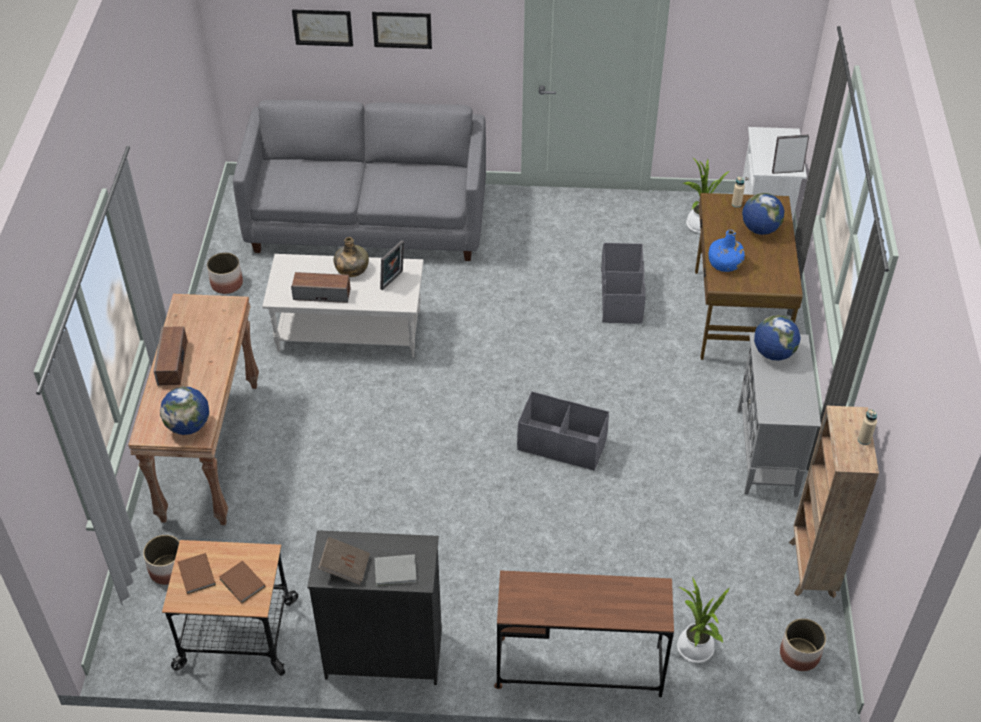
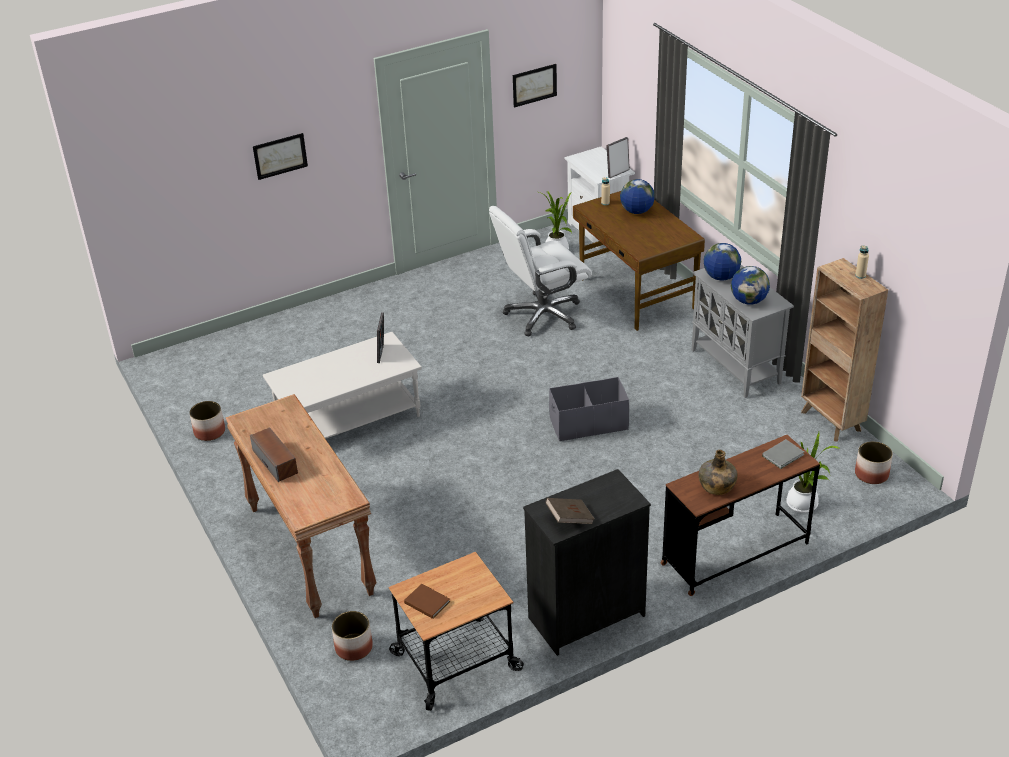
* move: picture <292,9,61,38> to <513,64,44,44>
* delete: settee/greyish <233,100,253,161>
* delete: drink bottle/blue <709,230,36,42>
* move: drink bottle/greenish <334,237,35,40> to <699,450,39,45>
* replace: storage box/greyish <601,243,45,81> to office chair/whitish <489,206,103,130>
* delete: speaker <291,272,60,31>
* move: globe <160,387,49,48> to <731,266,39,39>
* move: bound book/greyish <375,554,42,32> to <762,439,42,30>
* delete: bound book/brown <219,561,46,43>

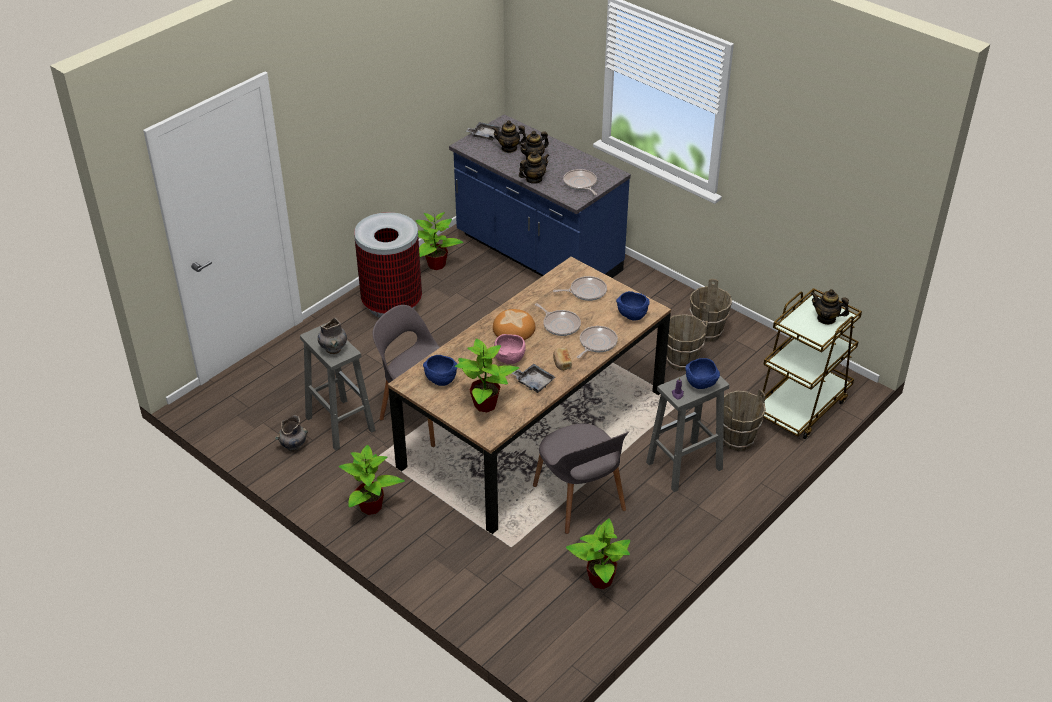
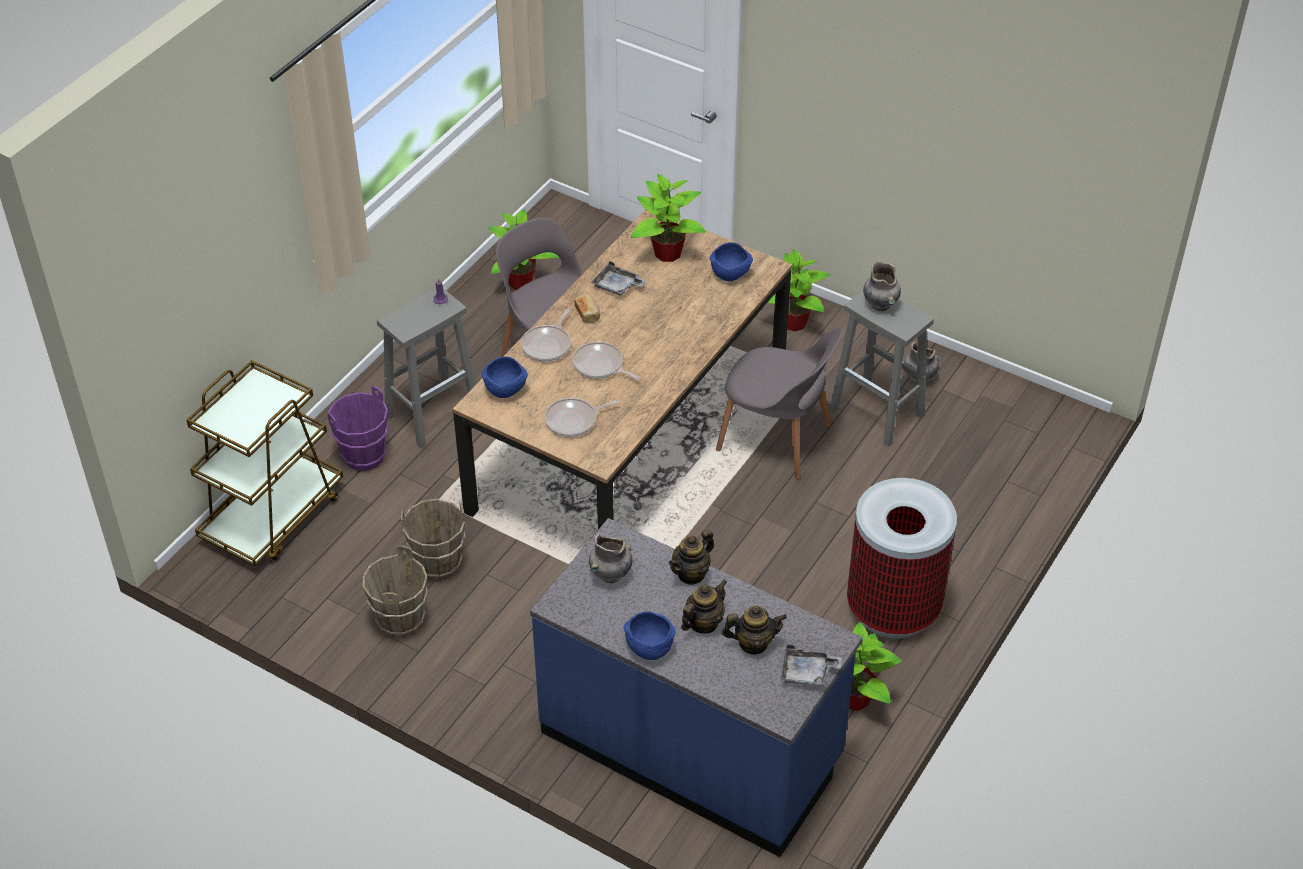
* replace: frying pan <563,169,34,26> to vase/greyish <589,534,44,49>
* delete: tea pot <811,289,38,36>
* delete: bread <493,309,42,31>
* delete: deep dish/pinkish <494,334,32,30>
* move: deep dish/blue <685,358,35,31> to <623,611,53,49>
* recolor: bucket/brown <723,389,43,62> to bucket/purple-coloured <327,386,62,85>

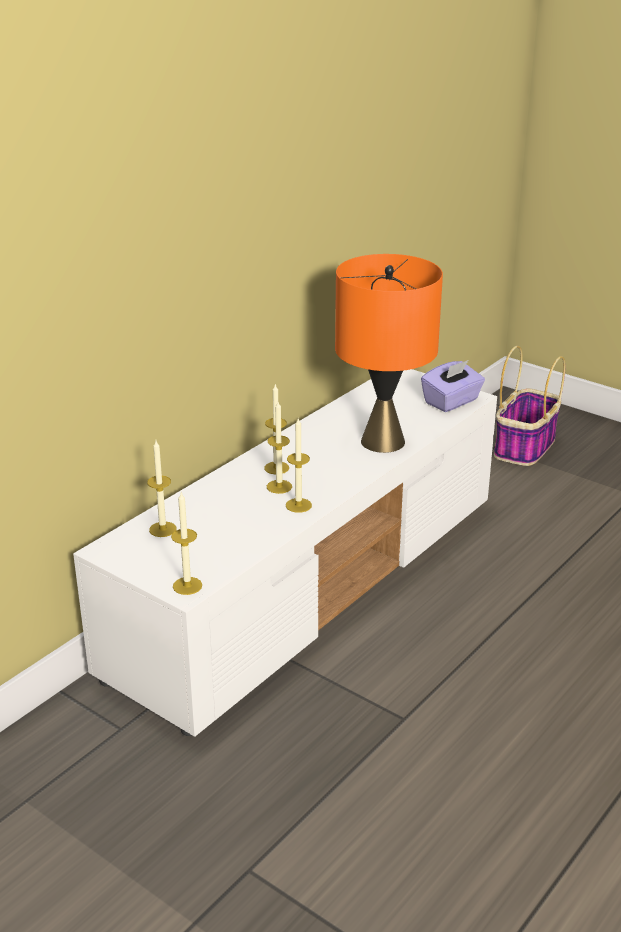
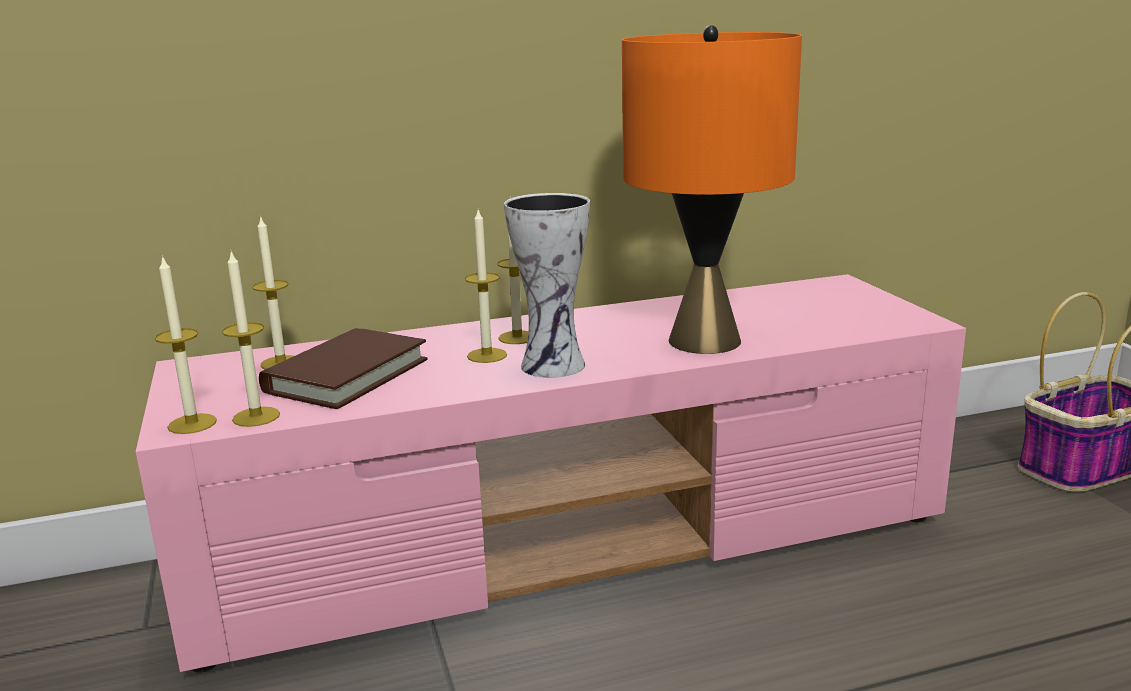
* delete: tissue holder/purple-coloured <421,360,64,52>
* recolor: media console/whitish <73,369,424,368> to media console/pinkish <136,274,830,399>
* move: candle <286,419,26,94> to <222,251,58,176>
* insert: vase <504,193,86,185>
* insert: bound book/brown <259,328,168,81>

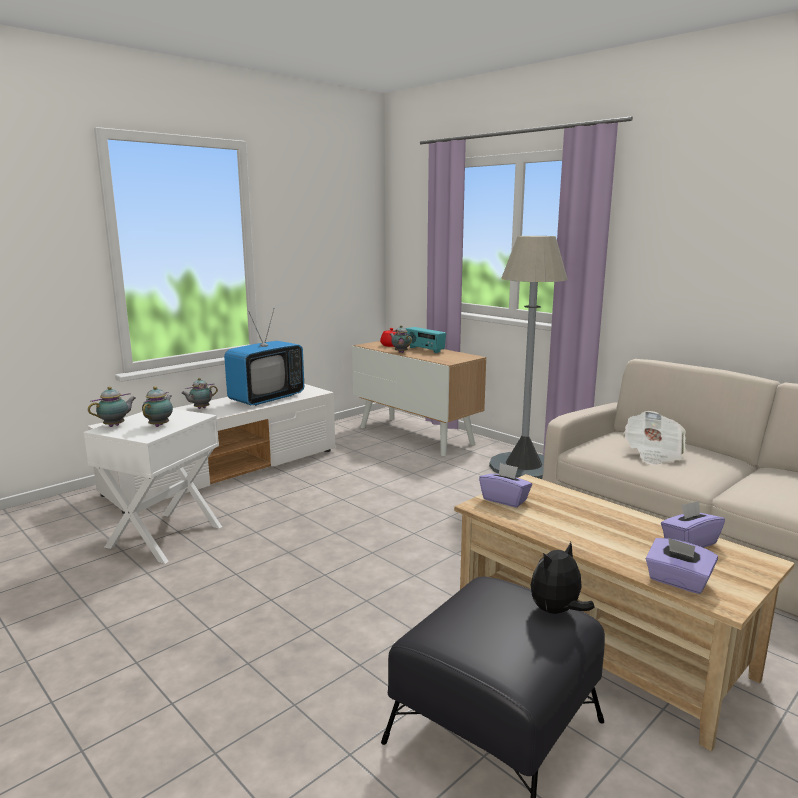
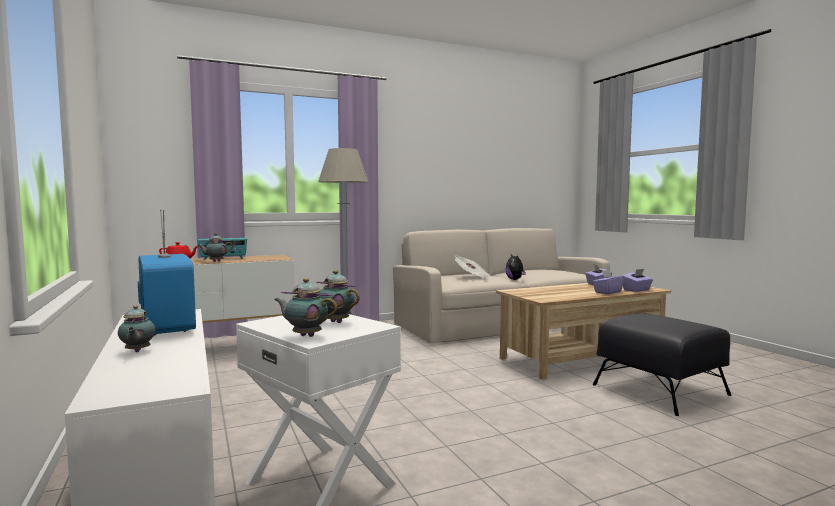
* rotate: tea pot <88,386,48,41> = <274,278,63,59> 45 degrees counterclockwise
* move: tissue holder/purple-coloured <479,463,53,45> to <592,270,32,24>
* move: soft toy <530,542,65,72> to <505,254,21,26>

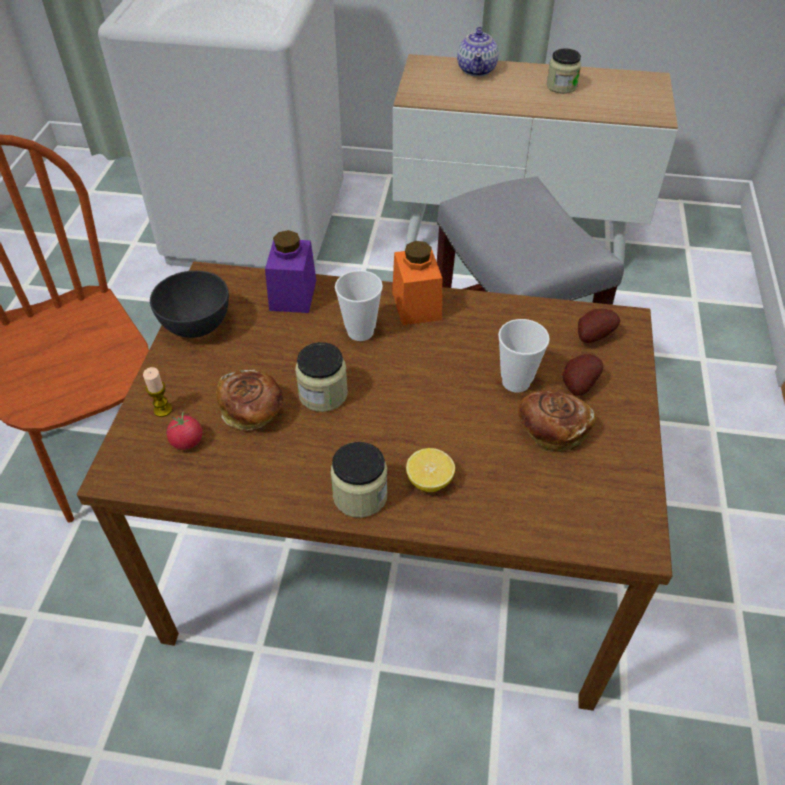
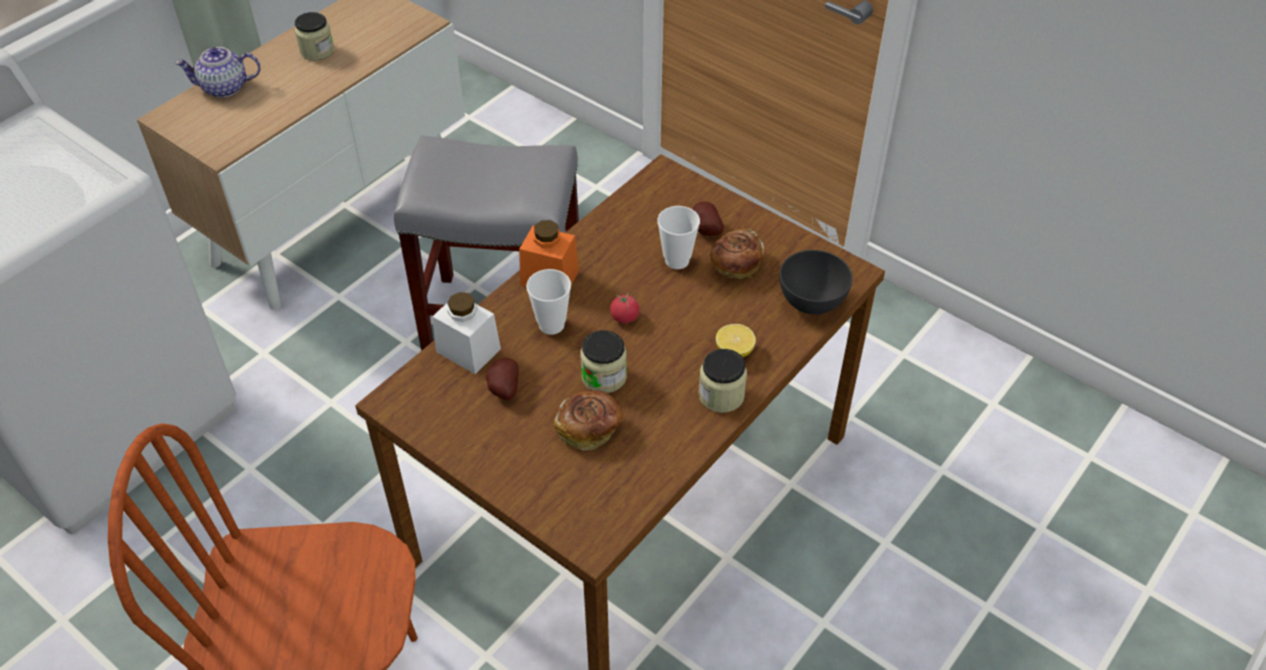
* rotate: tea pot <457,27,42,49> = <175,47,86,51> 135 degrees clockwise
* recolor: storage jar/purple-coloured <265,230,51,83> to storage jar/whitish <432,292,69,82>
* move: deep dish/greyish <150,270,79,68> to <780,250,73,65>
* move: spud <578,309,42,34> to <486,358,33,42>
* delete: candle <143,367,29,50>
* move: whole tomato <167,411,36,39> to <610,293,29,30>

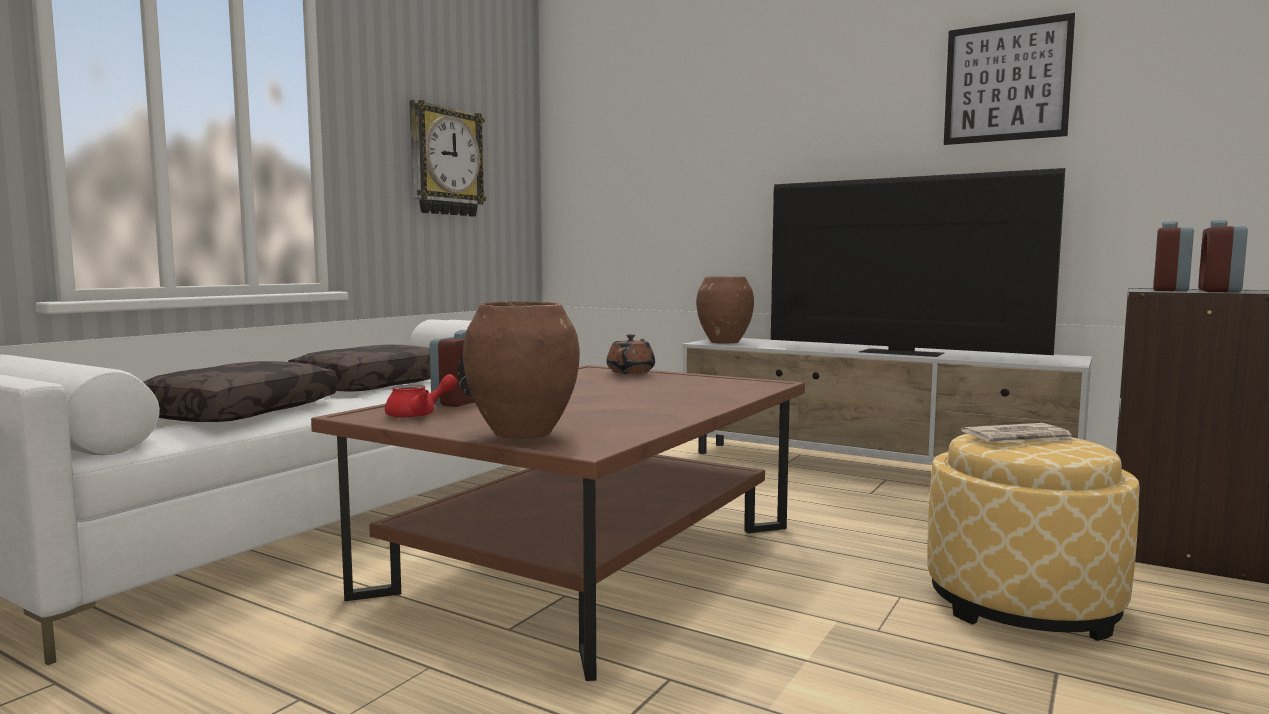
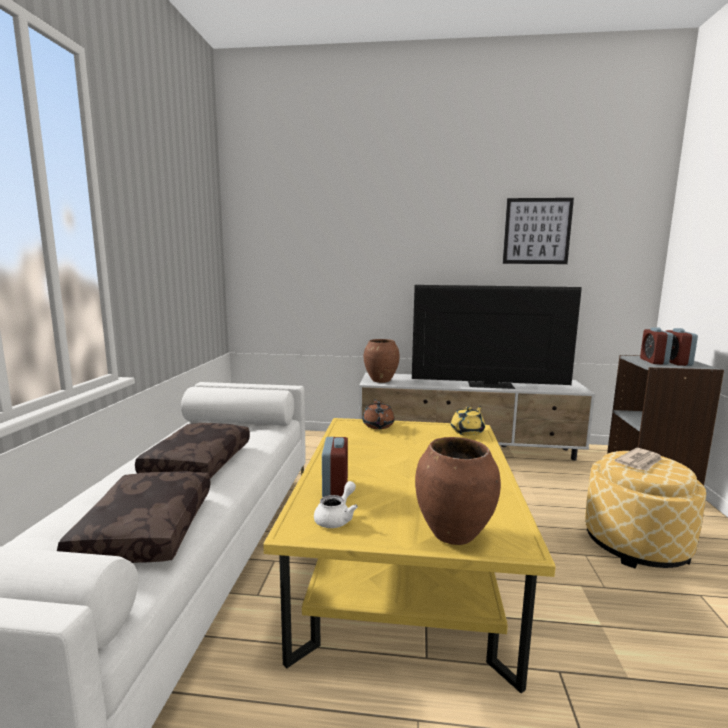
* delete: hanging clock <409,100,77,117>
* recolor: low table/brown <311,365,494,316> to low table/yellow <263,418,293,275>
* recolor: tea pot/reddish <385,374,72,44> to tea pot/whitish <314,481,44,47>
* insert: tea pot/yellow <451,406,34,30>

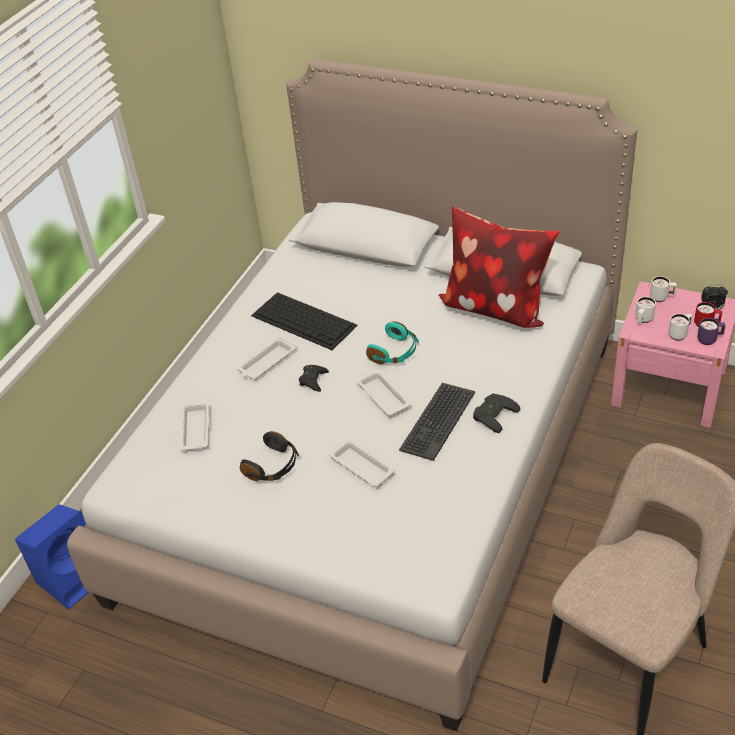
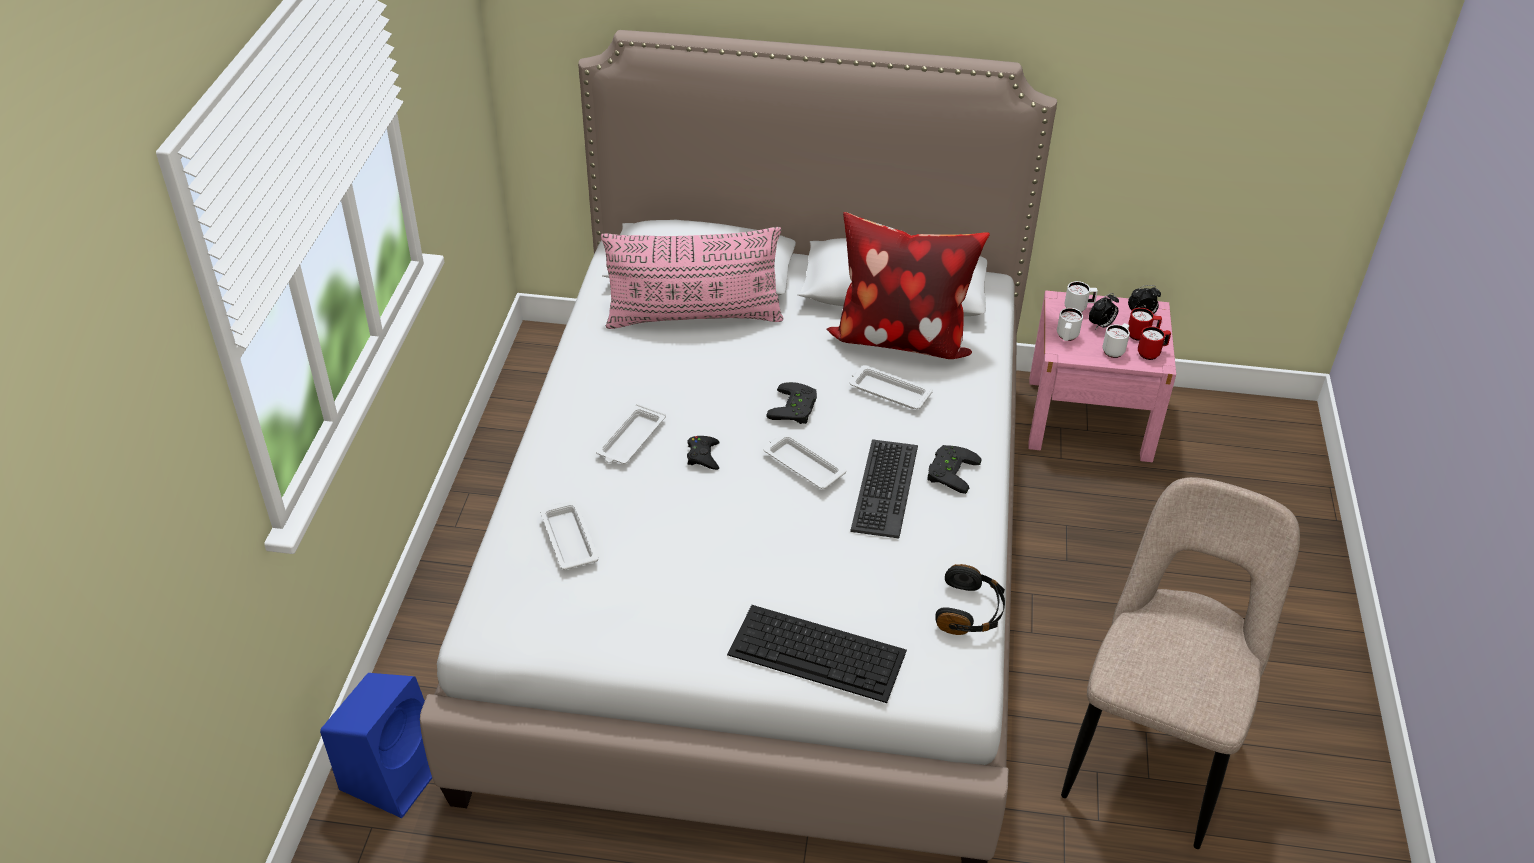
* move: computer keyboard <251,292,107,58> to <727,605,180,98>
* recolor: tea mug/purple-coloured <697,318,29,27> to tea mug/reddish <1138,326,33,34>
* replace: headset/turquoise <366,321,53,43> to gamepad/black-coloured <766,382,51,42>
* move: headset/black-coloured <240,431,59,50> to <935,564,70,71>
* move: serving tray/whitish <329,439,66,48> to <850,365,83,45>
* insert: cushion/pinkish <601,227,182,102>
* insert: table clock <1089,293,30,37>

